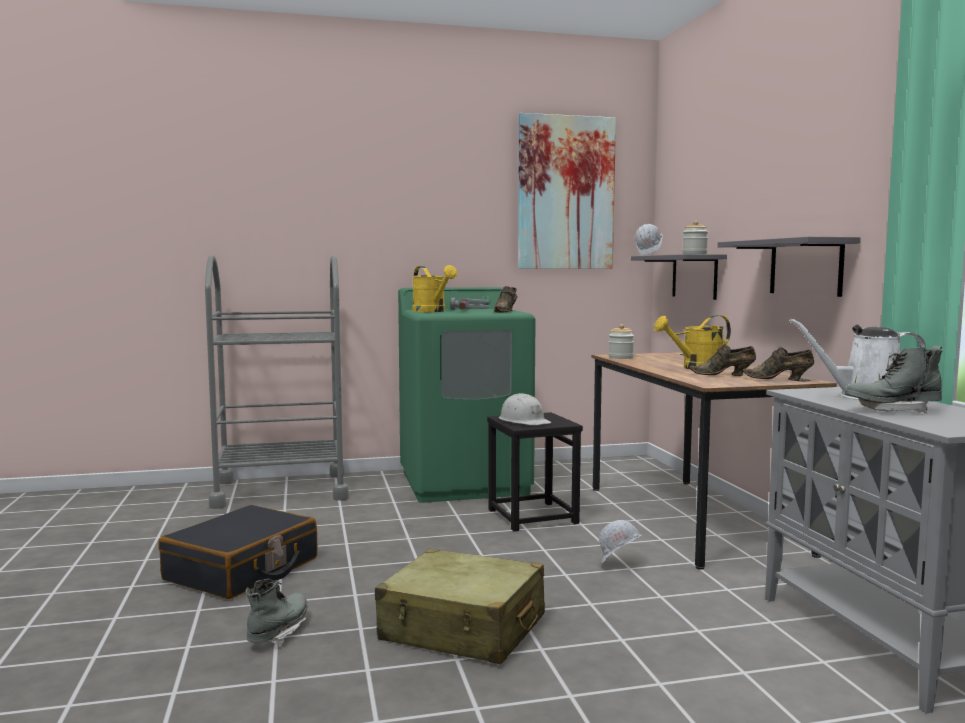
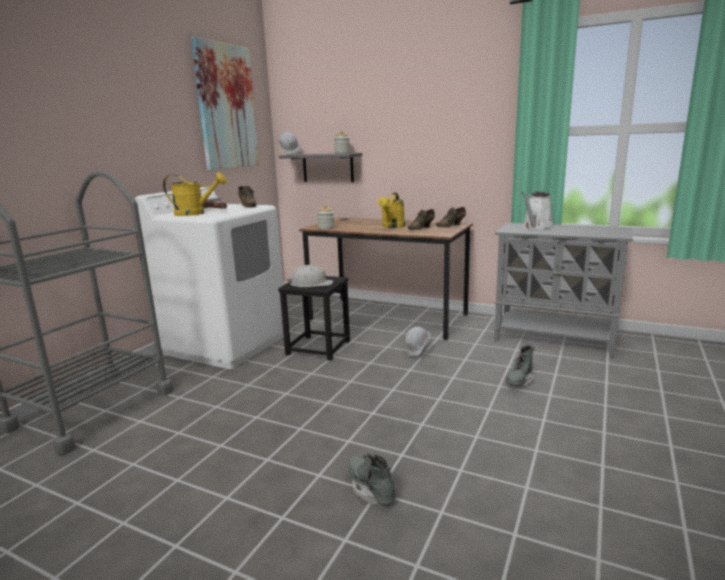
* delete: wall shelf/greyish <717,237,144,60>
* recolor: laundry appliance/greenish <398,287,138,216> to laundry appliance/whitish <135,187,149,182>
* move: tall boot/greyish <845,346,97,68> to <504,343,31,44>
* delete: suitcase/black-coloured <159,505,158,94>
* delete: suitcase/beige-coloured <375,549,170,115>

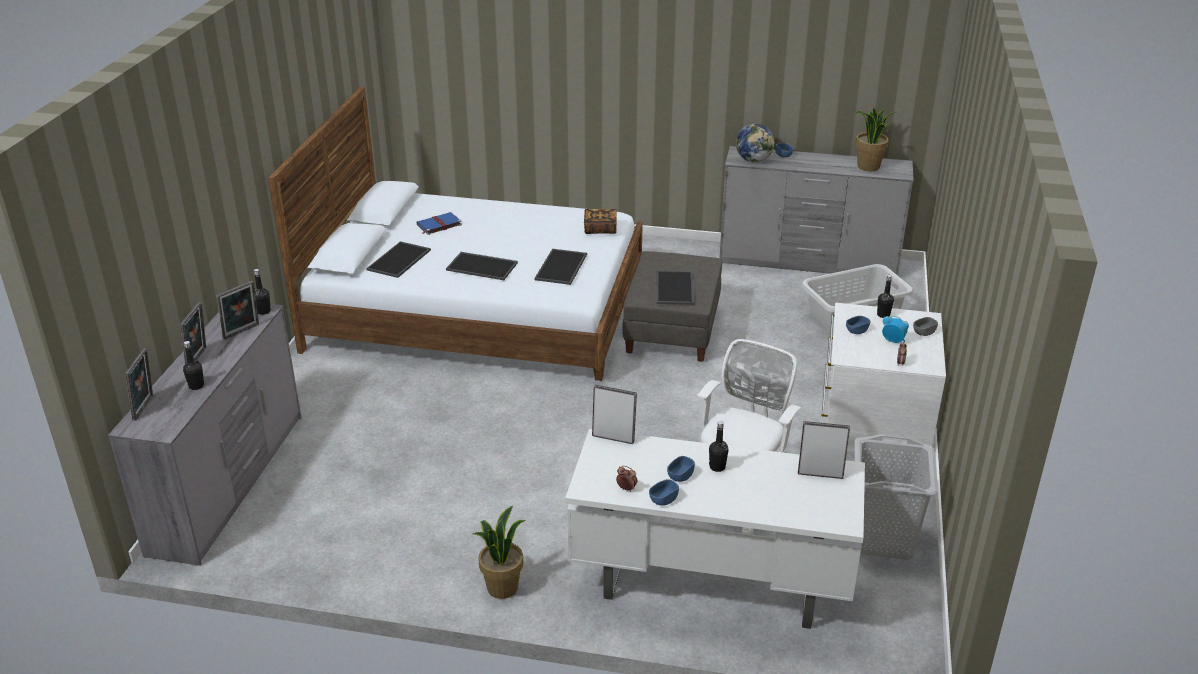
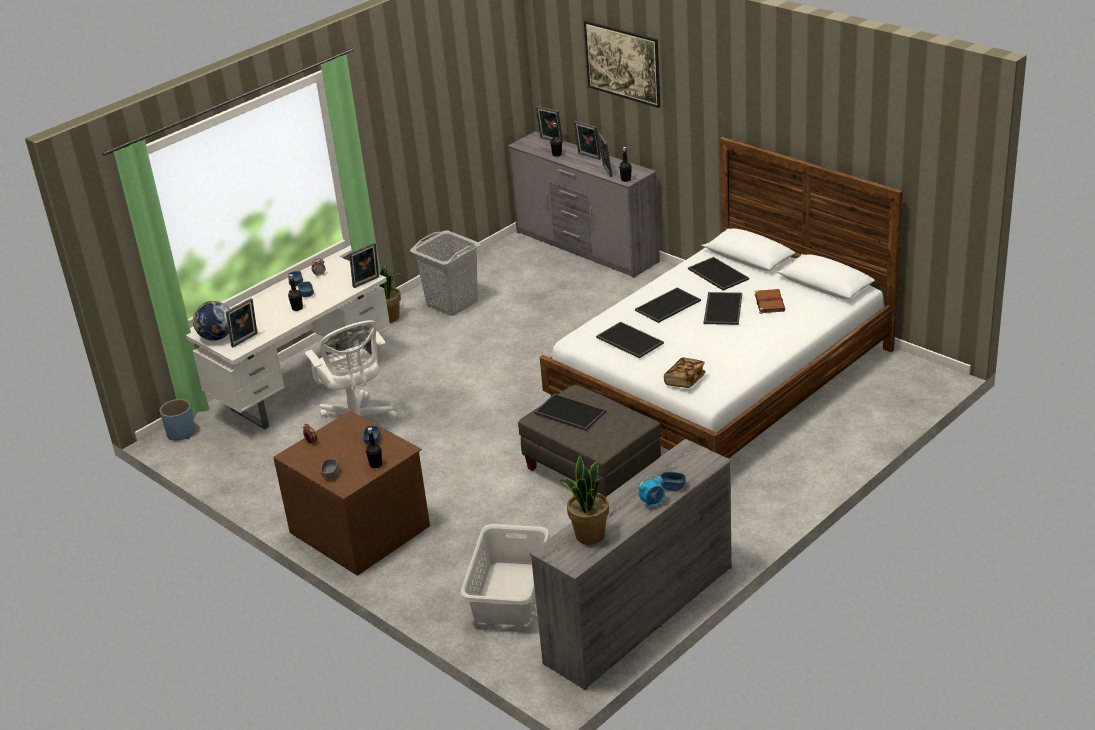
* move: globe <736,123,38,39> to <193,301,37,40>
* recolor: bound book/blue <416,212,46,23> to bound book/brown <754,289,31,25>
* recolor: drawer chest/whitish <821,303,125,155> to drawer chest/brown <273,411,157,165>
* move: table clock <882,316,27,27> to <638,475,27,35>
* move: washing basket/greyish <855,435,83,125> to <410,230,71,86>
* insert: picture <584,21,76,87>
* insert: serving tray <704,292,38,33>
* insert: plant pot/blue <160,399,35,42>

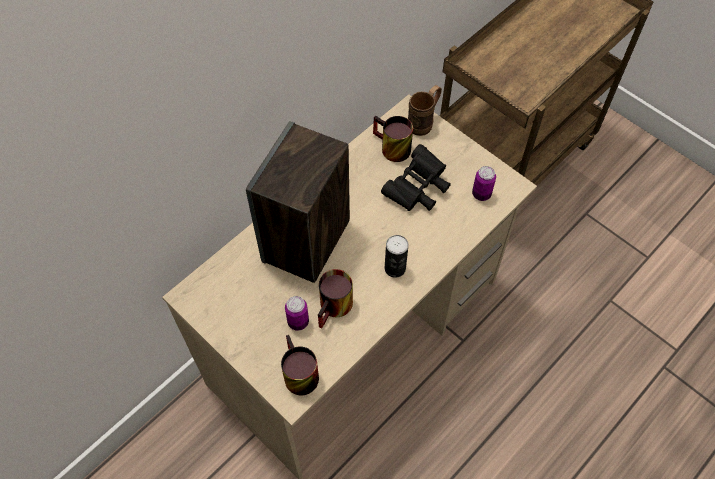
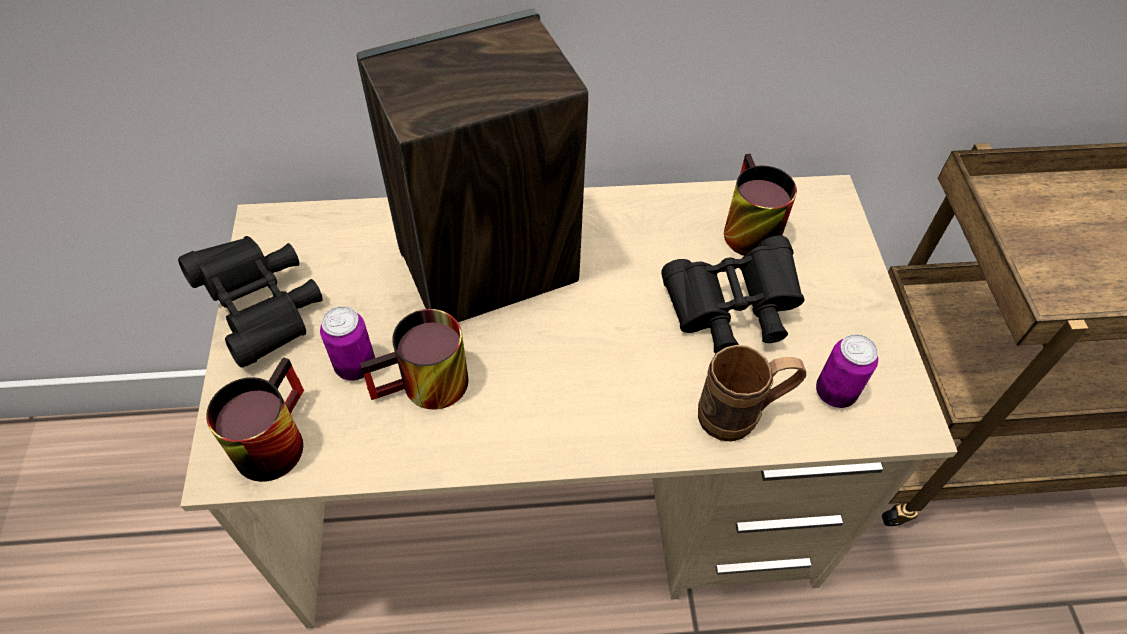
* move: tea mug/brown <408,85,34,51> to <698,345,108,97>
* delete: metal can <385,235,23,43>
* insert: pair of binoculars/black-coloured <178,236,145,131>

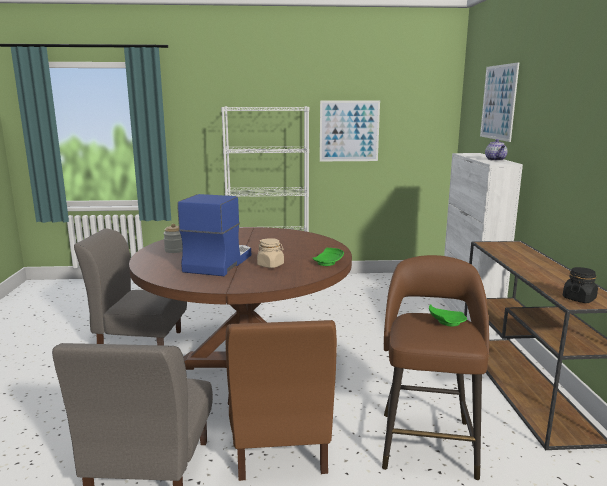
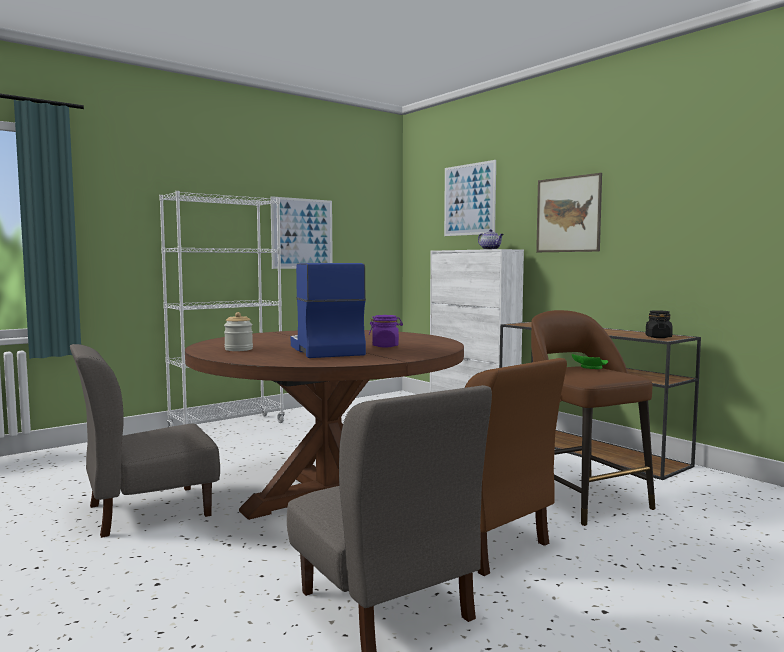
* recolor: storage jar/beige-coloured <257,238,27,30> to storage jar/purple-coloured <369,315,34,32>
* delete: dinner plate/greenish <313,248,31,18>
* insert: picture <536,173,66,79>

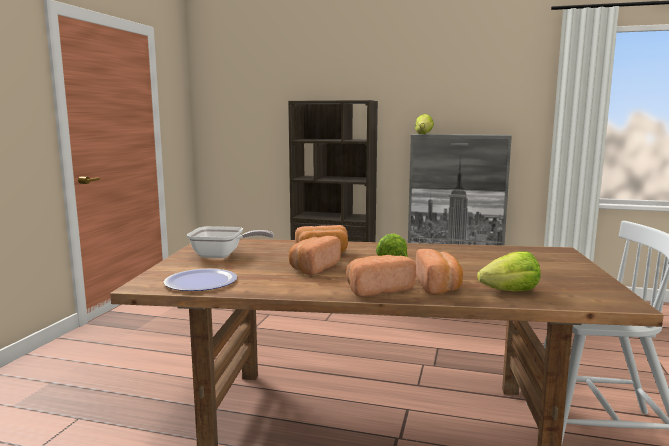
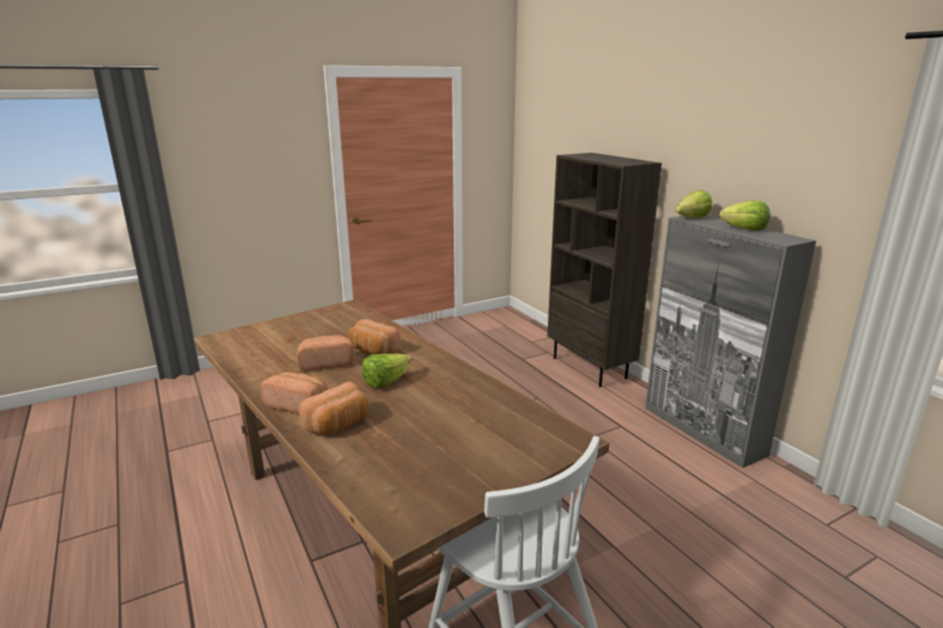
* delete: frying pan <187,226,87,32>
* move: head of lettuce <477,251,64,41> to <719,200,51,31>
* delete: dinner plate <164,269,73,22>

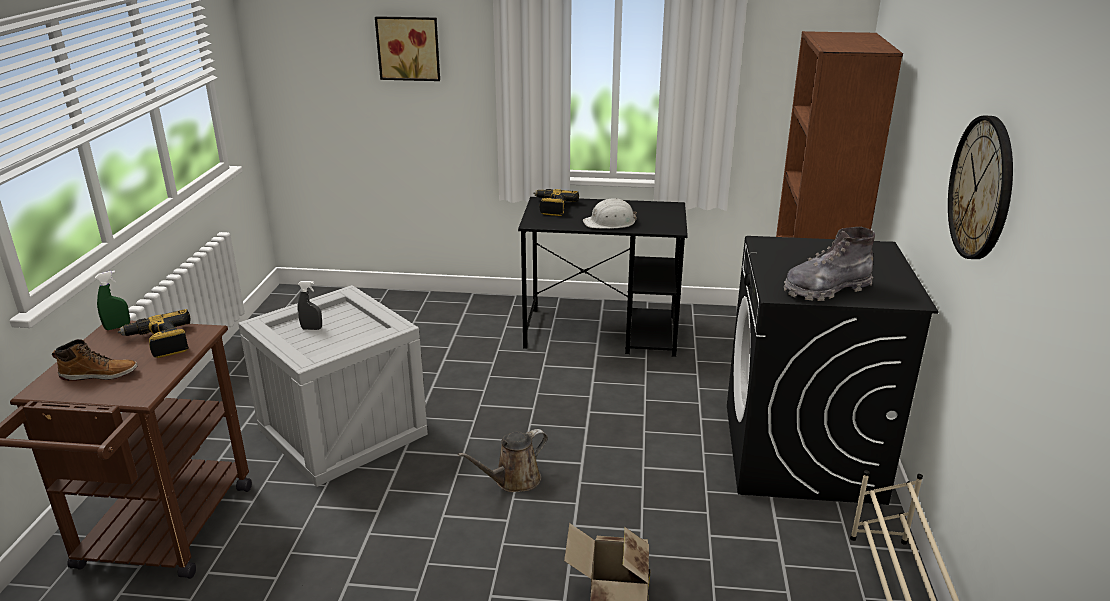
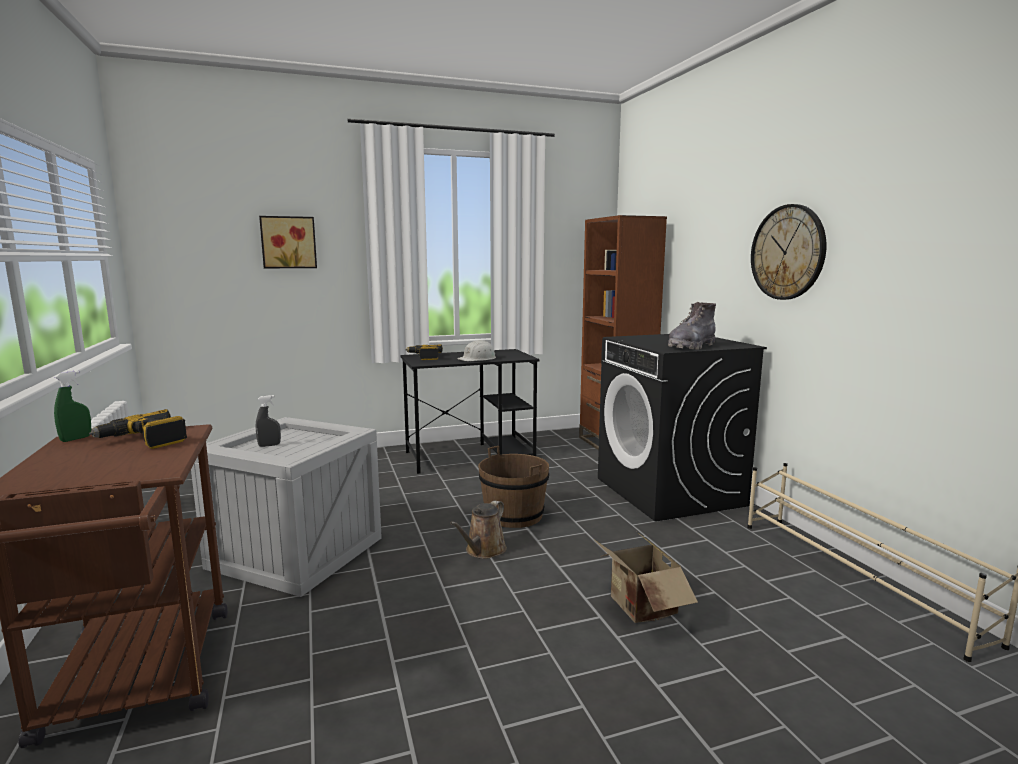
* delete: tall boot <52,339,86,42>
* insert: bucket/brown <478,446,71,82>

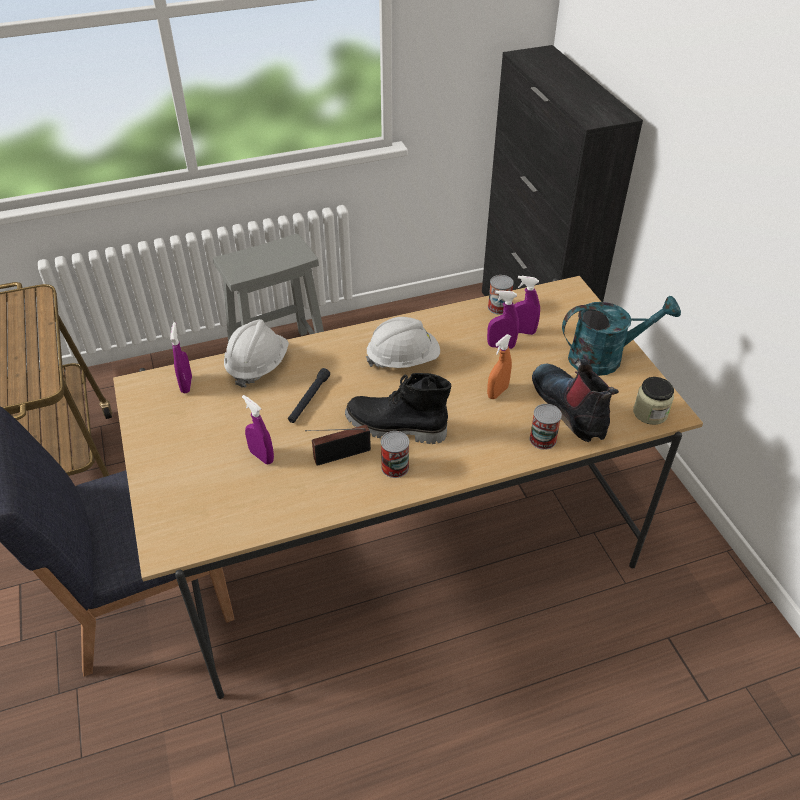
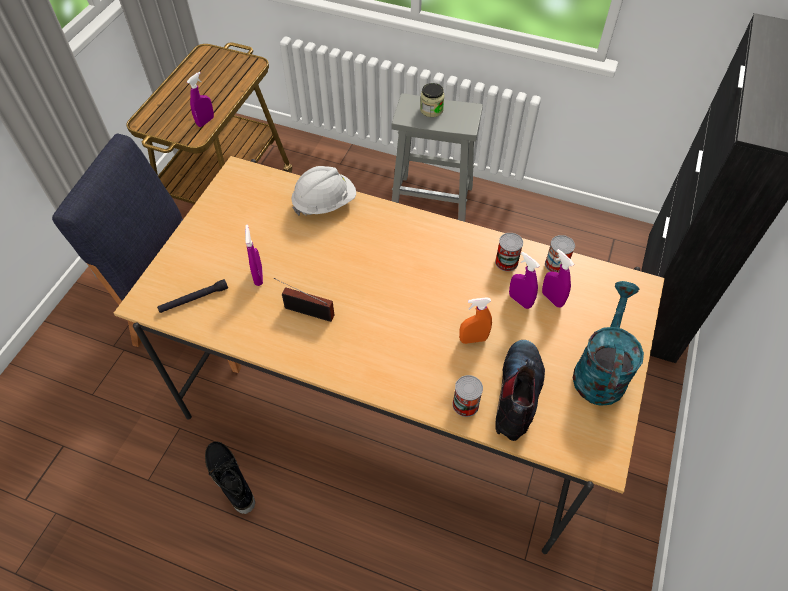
* rotate: watering pot/turquoise <562,296,119,80> = <573,281,71,125> 105 degrees counterclockwise
* delete: hard hat/whitish <366,317,74,51>
* move: spray bottle/purple-coloured <170,322,22,71> to <187,72,27,55>
* move: hand torch/black-coloured <288,368,42,55> to <157,279,71,34>
* move: tall boot/black-coloured <345,373,106,71> to <205,441,50,73>
* move: storage jar <633,377,41,48> to <420,83,24,34>
* move: metal can <381,431,28,47> to <495,233,28,38>

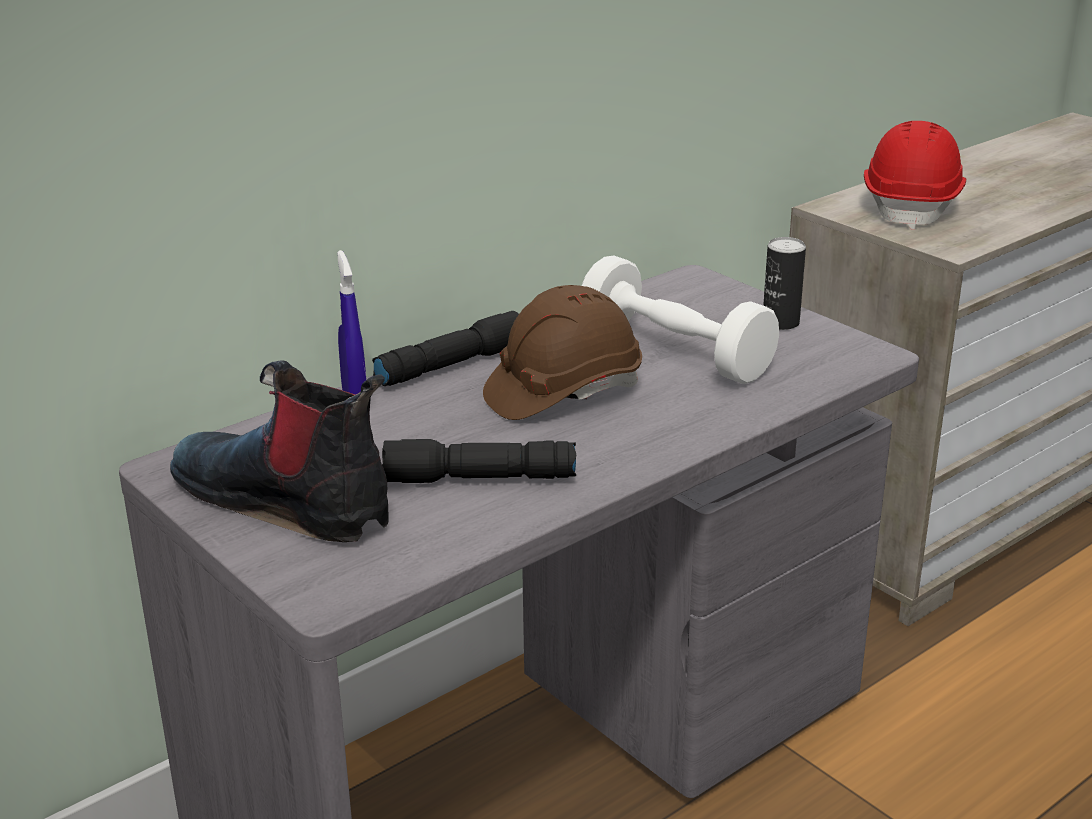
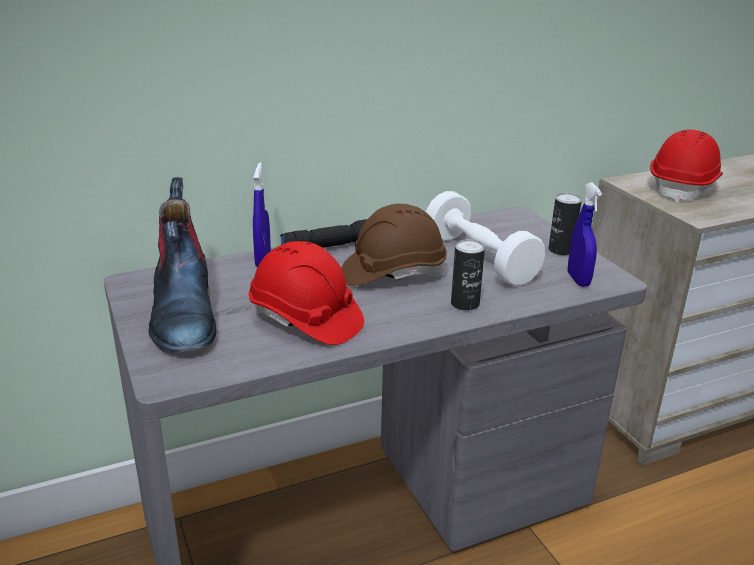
* rotate: tall boot <170,360,219,182> = <149,177,67,176> 150 degrees counterclockwise
* replace: hand torch/black-coloured <382,439,194,44> to hard hat/reddish <249,241,115,104>
* insert: spray bottle/blue <568,182,34,105>
* insert: metal can <451,239,34,72>

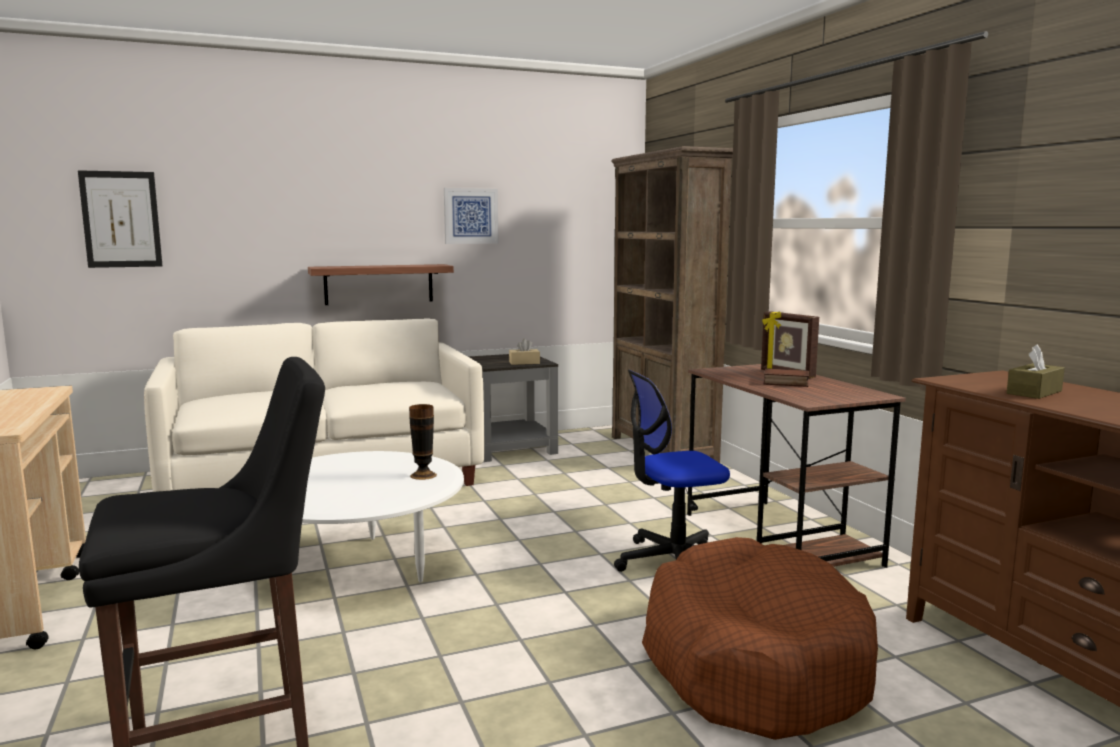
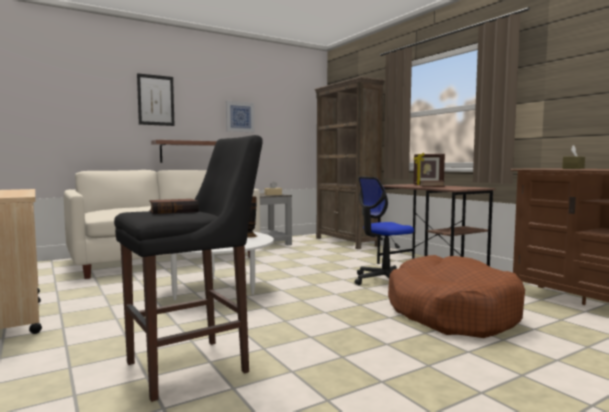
* move: picture <78,170,84,98> to <137,73,38,53>
* insert: bound book <149,199,50,15>

